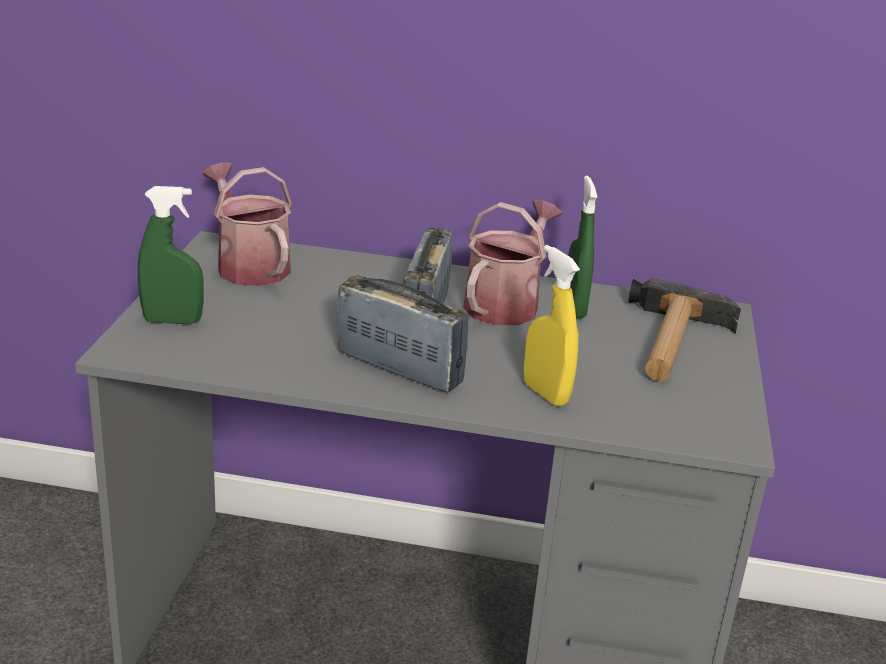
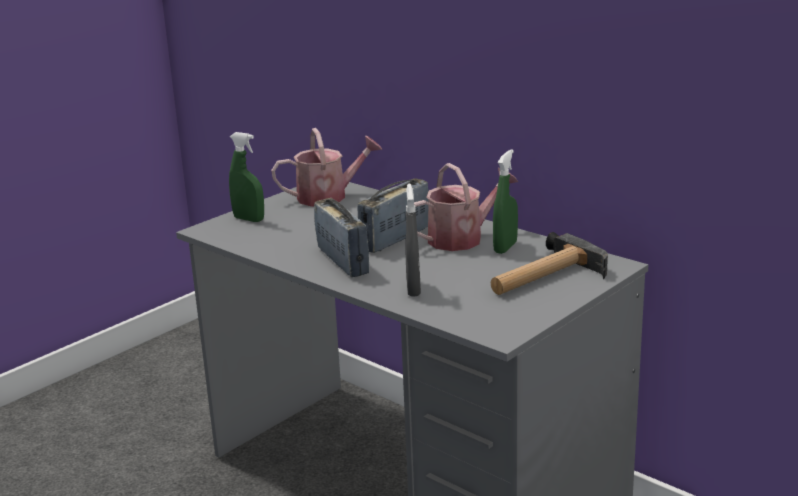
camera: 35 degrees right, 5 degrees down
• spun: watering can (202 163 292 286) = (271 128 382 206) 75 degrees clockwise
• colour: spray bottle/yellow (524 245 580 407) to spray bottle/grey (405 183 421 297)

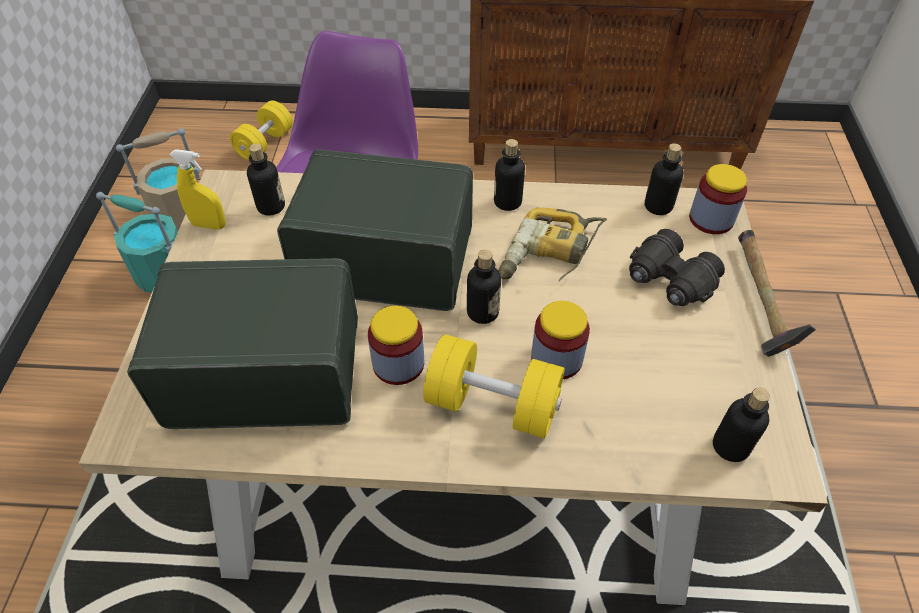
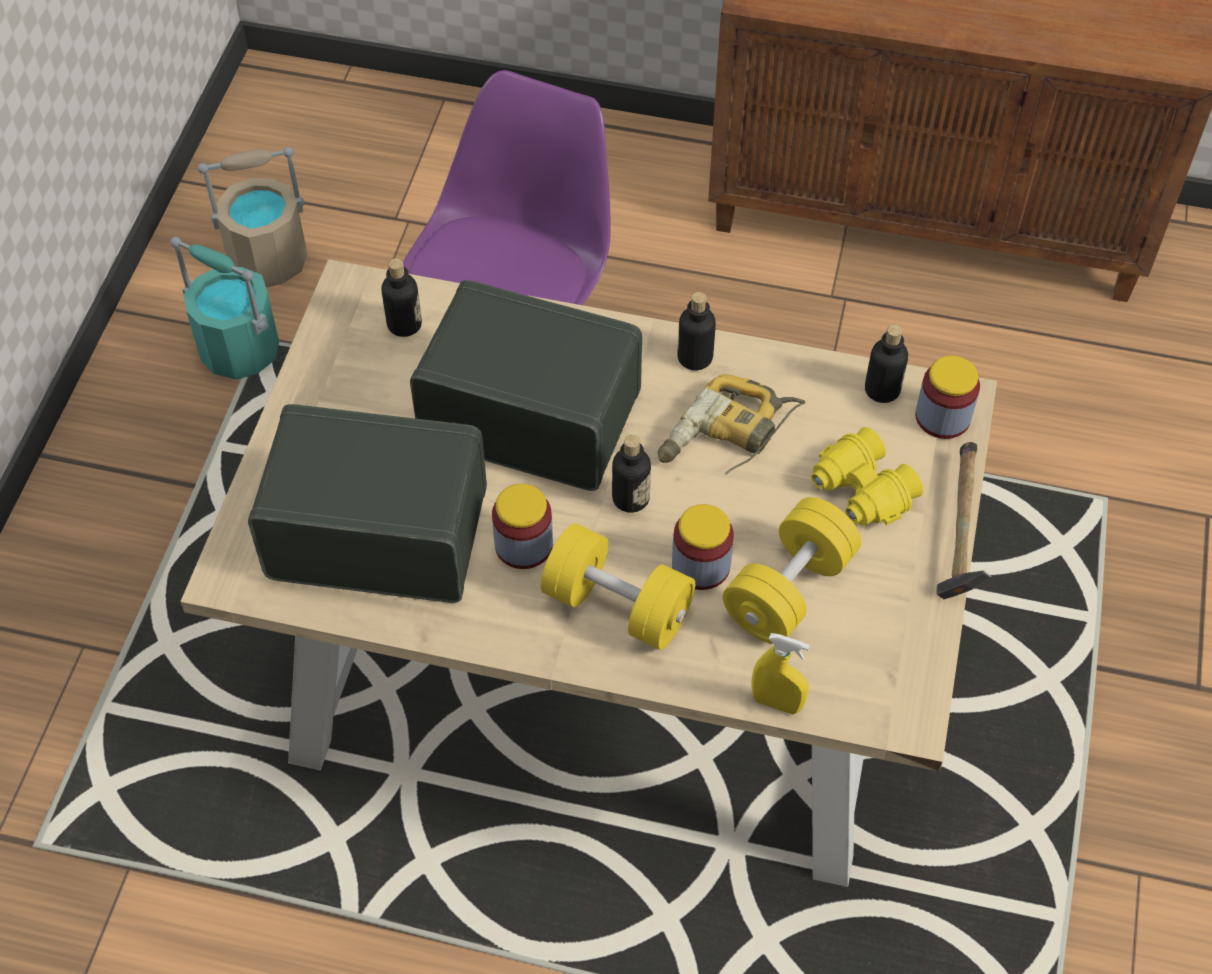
camera: 10 degrees right, 5 degrees up
• relocated: dumbbell/yellow (230 101 293 161) to (722 497 861 644)
• relocated: spray bottle/yellow (170 149 226 230) to (752 633 810 714)
• colour: binoculars/black (629 229 725 306) to binoculars/yellow (812 427 923 526)
• missing: bottle (713 387 770 462)

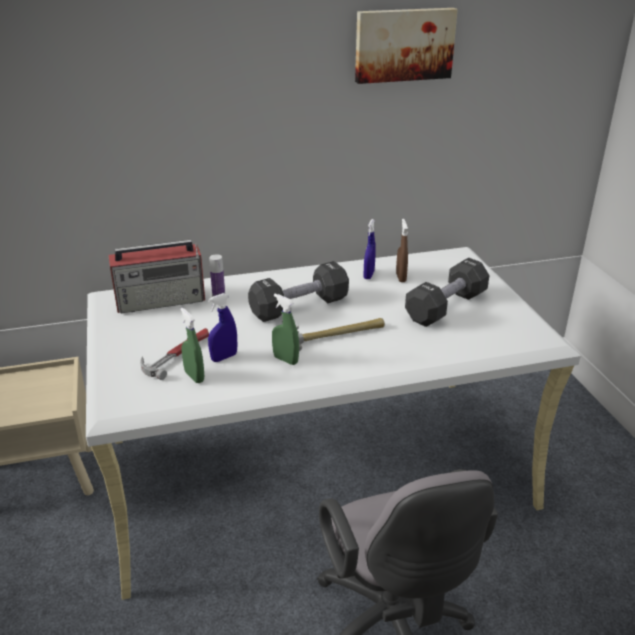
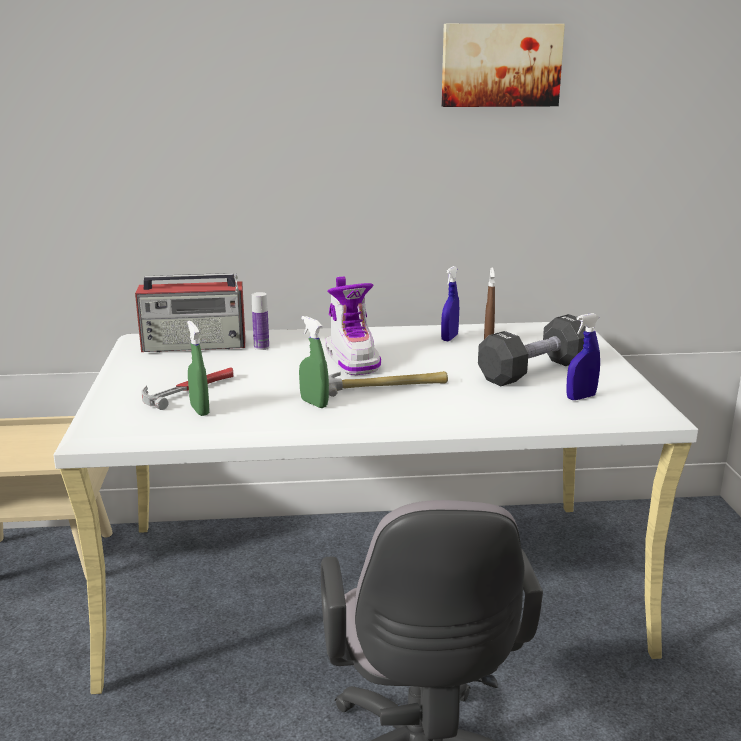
camera: 10 degrees right, 10 degrees down
• exchanged: dumbbell/black (248 261 349 322) to boot (325 276 381 375)
• relocated: spray bottle/blue (208 293 237 362) to (566 313 600 400)

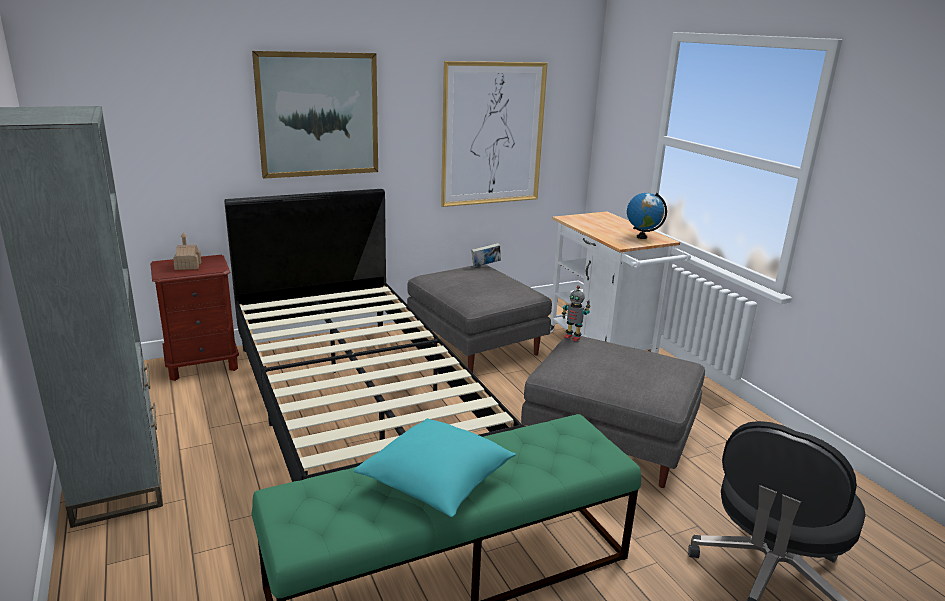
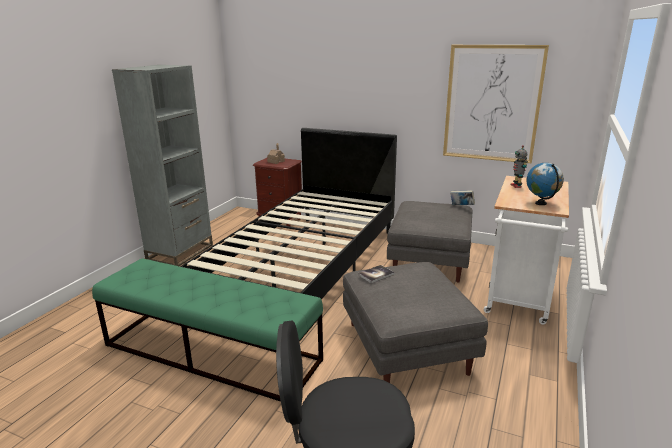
camera: 50 degrees right, 0 degrees up
• appeared: book (358 265 394 283)
• relocated: toy robot (562 286 591 341) to (511 145 528 188)
• missing: picture (252 51 378 179)
• missing: pillow/turquoise (353 418 516 517)

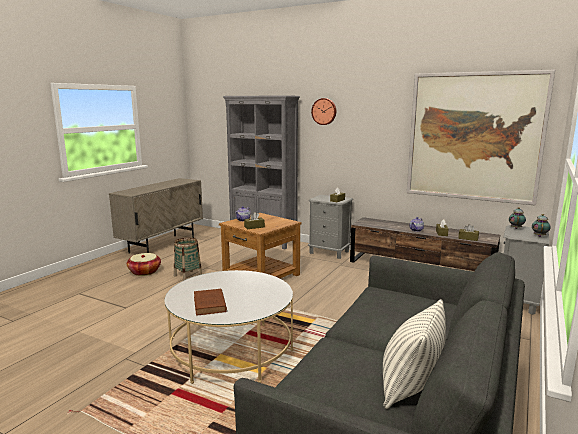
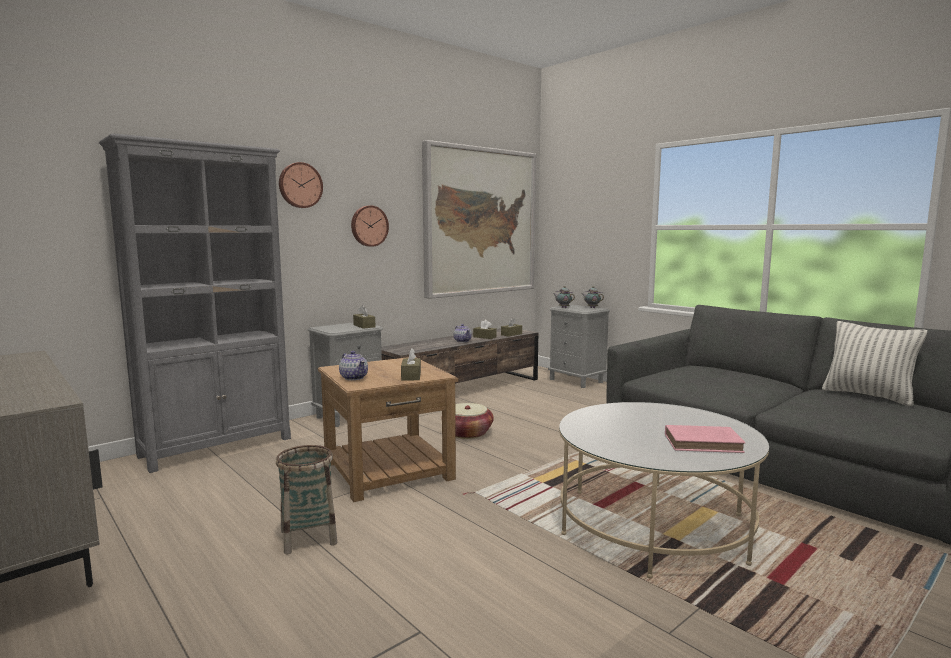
camera: 70 degrees left, 5 degrees down
• appeared: wall clock (351 205 389 247)
• relocated: basket (127 253 161 276) to (455 403 494 439)
• colour: book/brown (194 289 227 315) to book/pink (665 425 745 453)

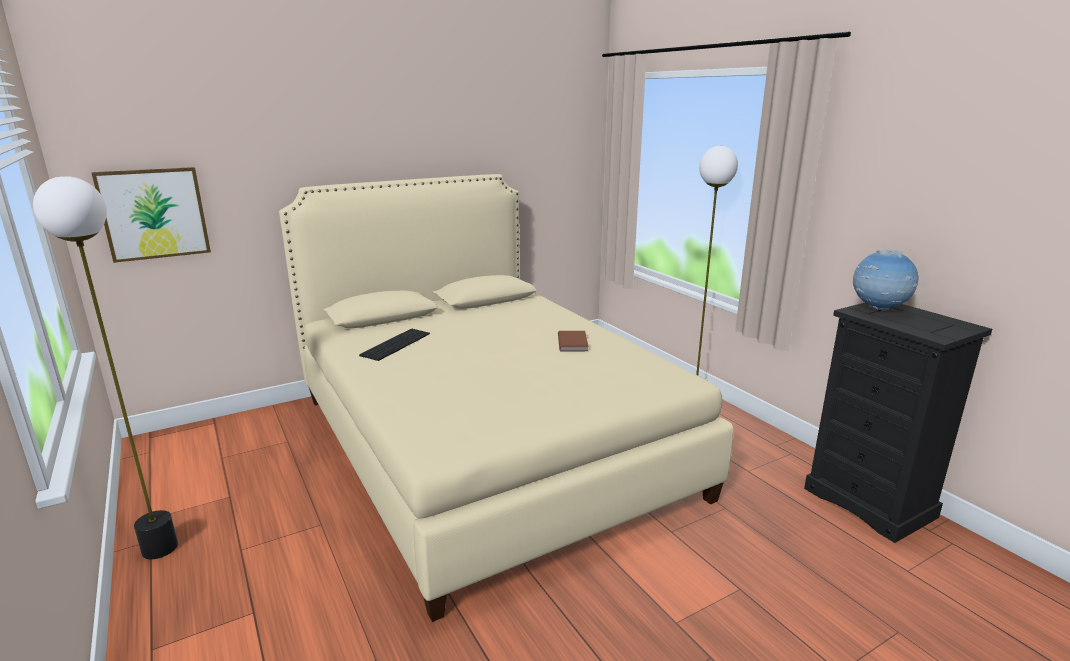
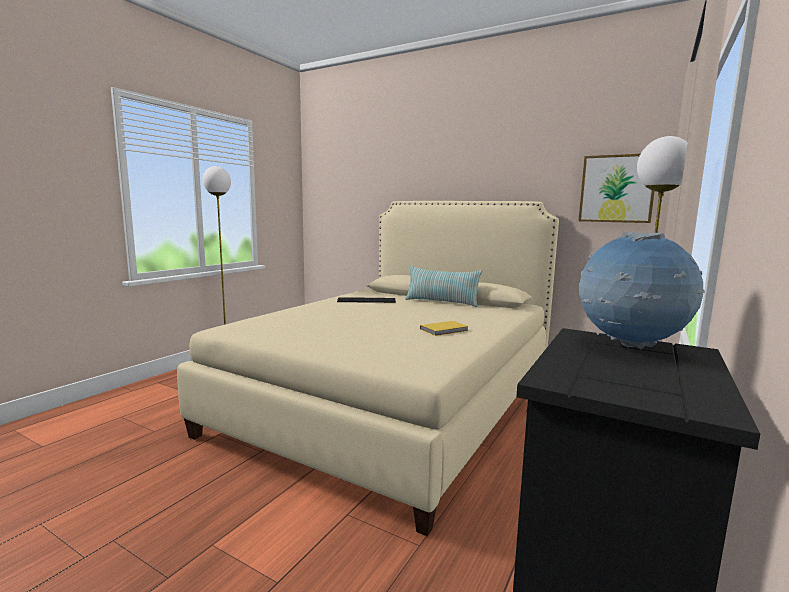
camera: 60 degrees right, 10 degrees down
• appeared: pillow (405 266 482 307)
• colour: book/brown (558 331 589 351) to book/yellow (420 321 469 336)
• relocated: picture (92 167 211 263) to (578 154 654 223)

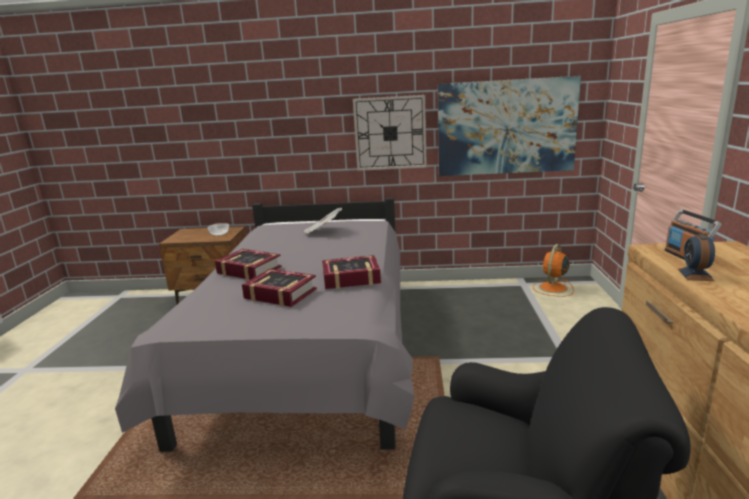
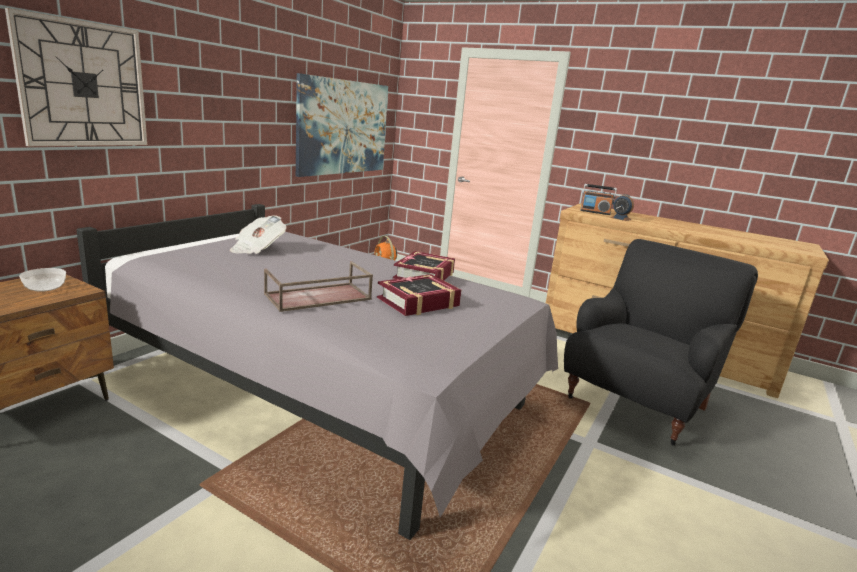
camera: 65 degrees left, 0 degrees up
• relocated: wall clock (353 95 427 171) to (5 8 147 146)
• exchanged: book (215 249 282 280) to tray/brown (264 261 373 312)

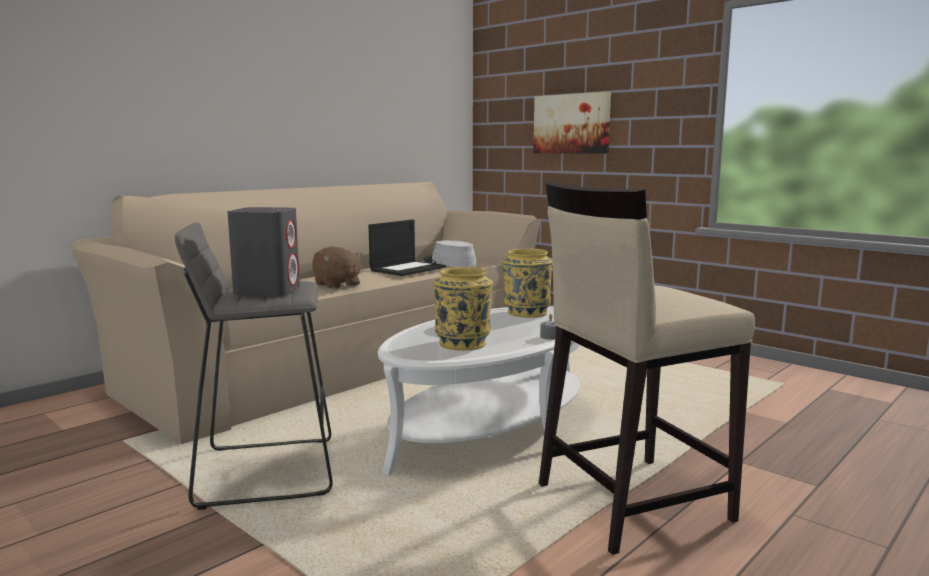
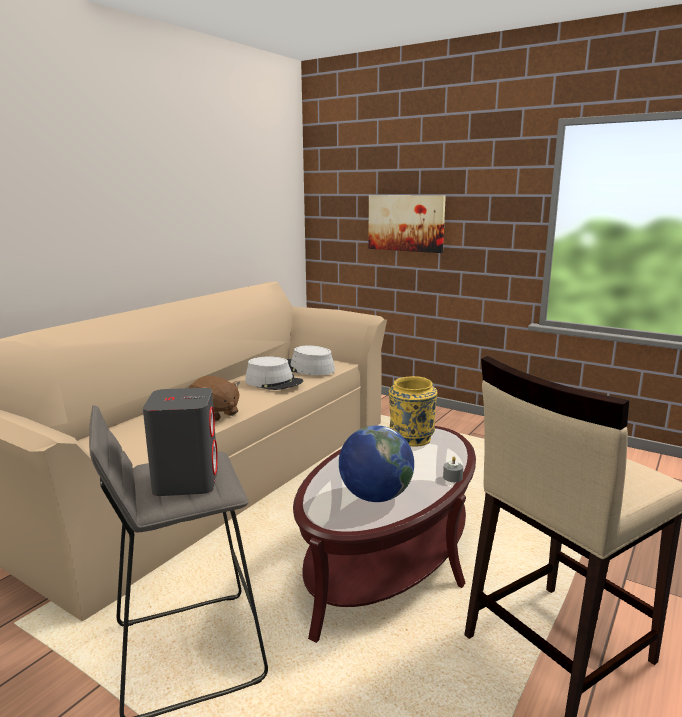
camera: 10 degrees left, 5 degrees up
• exchanged: laptop (369 220 446 276) to hat/grey (245 356 303 390)
• colour: coffee table/white (378 306 580 476) to coffee table/brown (293 426 476 643)
• exchanged: vase/yellow (433 267 493 351) to globe (339 425 414 502)

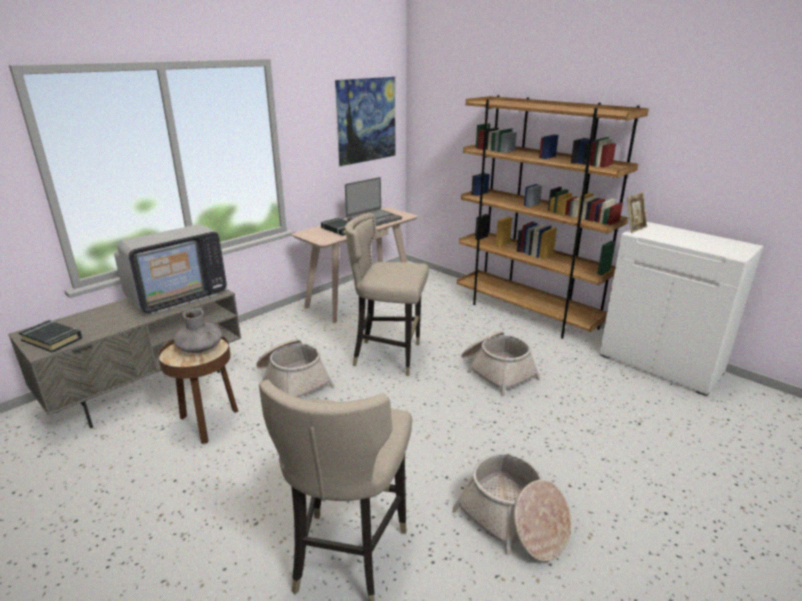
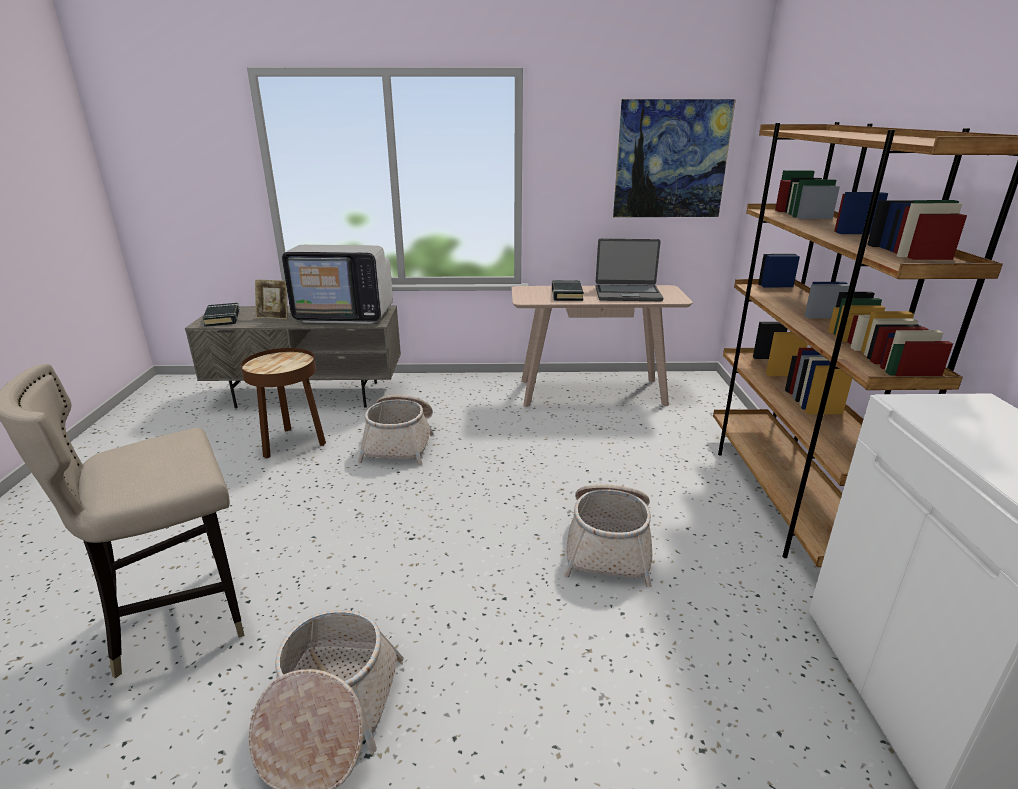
camera: 45 degrees right, 0 degrees up
• relocated: picture frame (627 192 647 233) to (255 279 288 319)
• missing: vase/grey (174 308 222 353)
• missing: stool/beige (345 213 429 376)

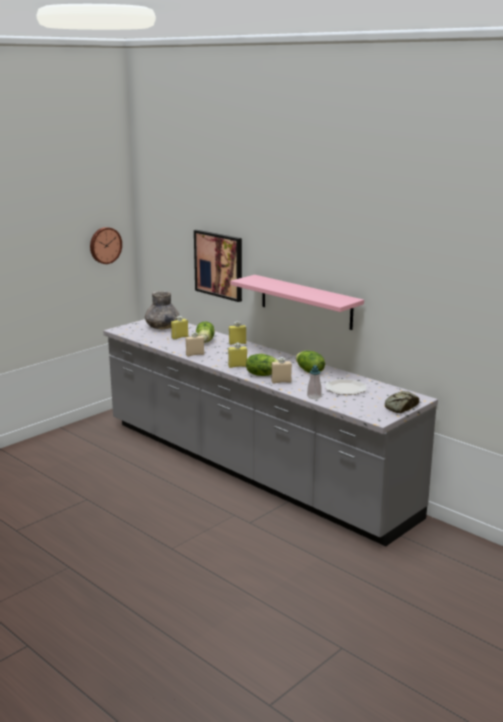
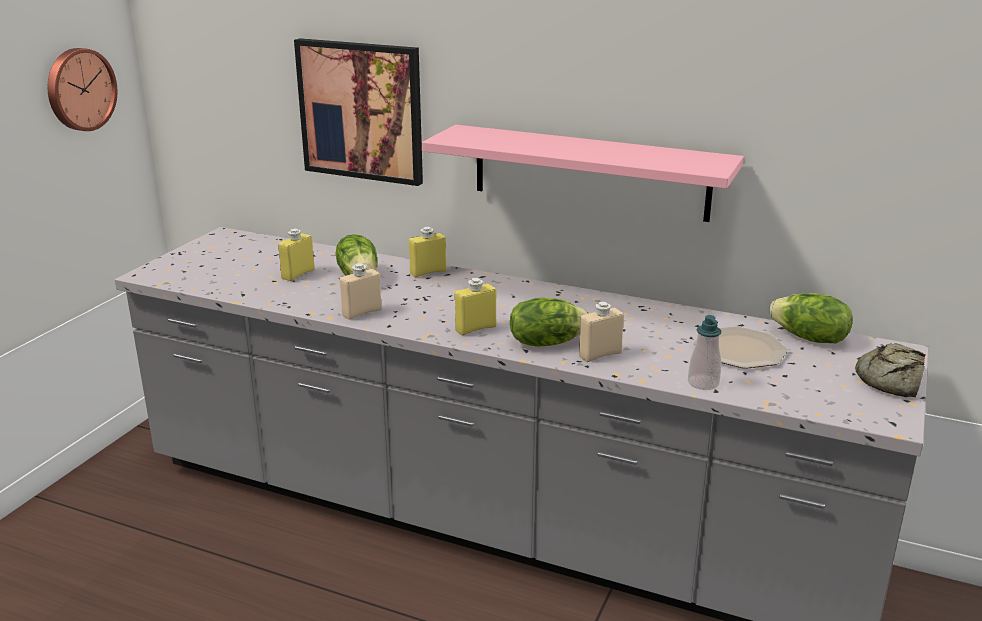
camera: 20 degrees left, 5 degrees up
• relocated: lettuce (296 350 325 373) to (769 293 853 343)
• missing: vase/grey (145 291 180 329)

